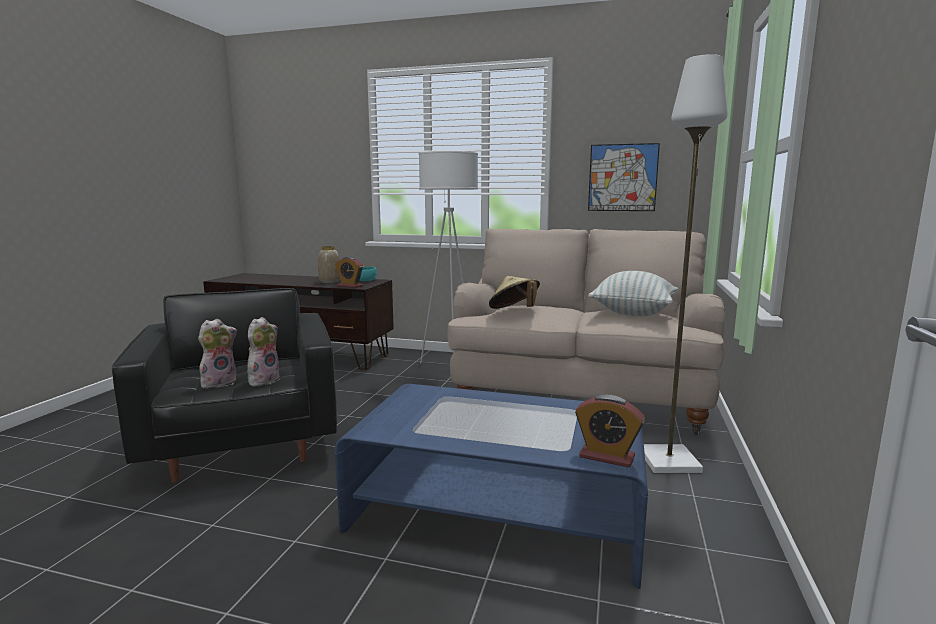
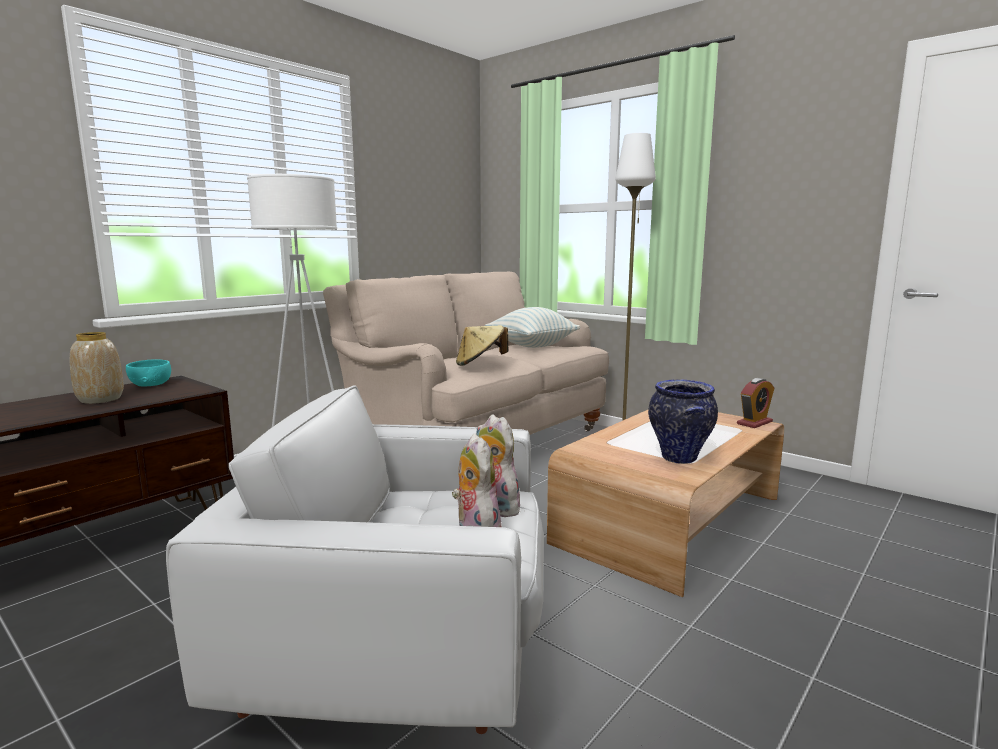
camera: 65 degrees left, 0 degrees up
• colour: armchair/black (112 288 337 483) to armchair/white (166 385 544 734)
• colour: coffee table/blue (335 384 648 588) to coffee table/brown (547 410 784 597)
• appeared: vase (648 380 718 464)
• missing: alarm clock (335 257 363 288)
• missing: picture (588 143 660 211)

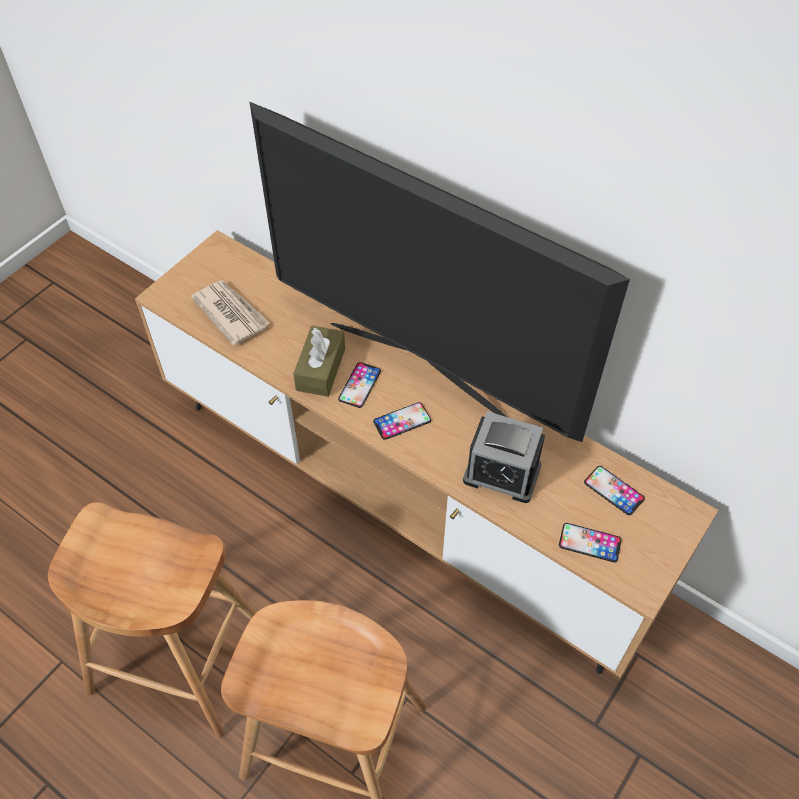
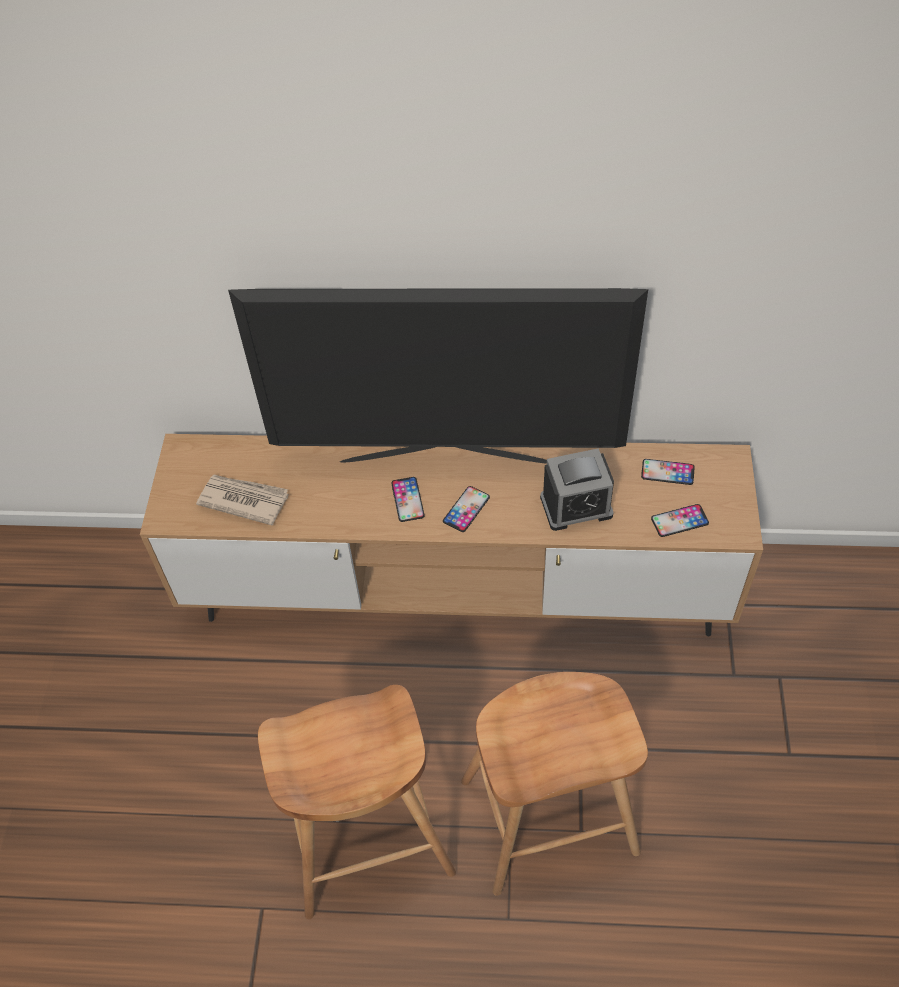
camera: 30 degrees left, 0 degrees up
• missing: tissue box/brown (293 325 345 397)

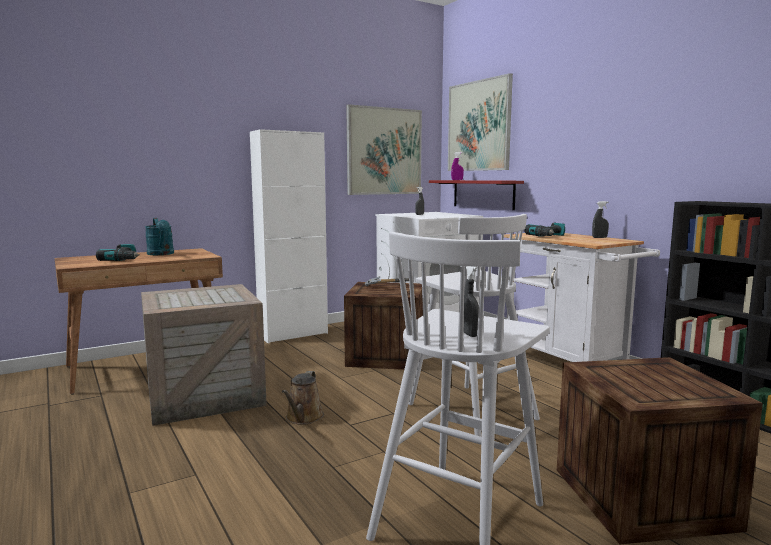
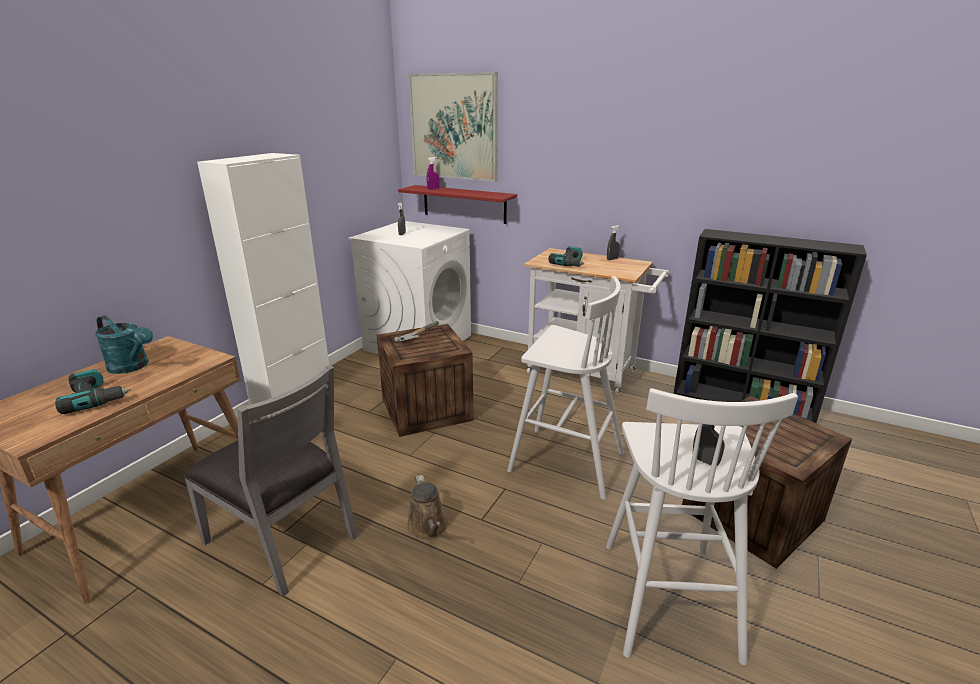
camera: 30 degrees left, 15 degrees up
• exchanged: crate (141 284 267 426) to chair/grey (183 365 358 597)
• missing: picture (346 104 422 195)

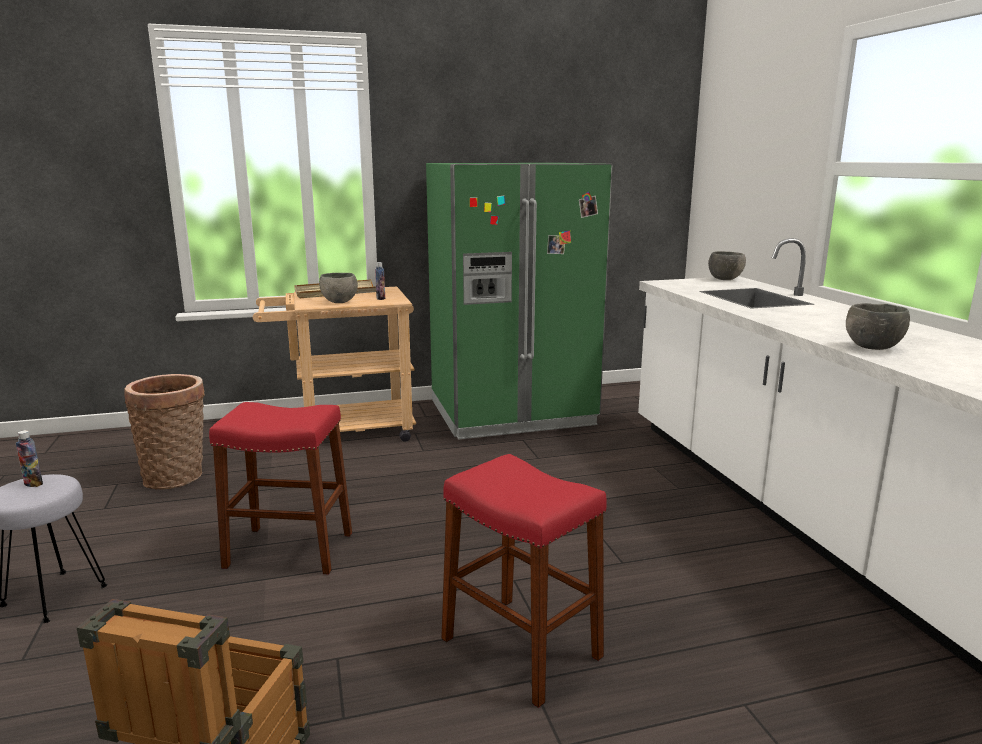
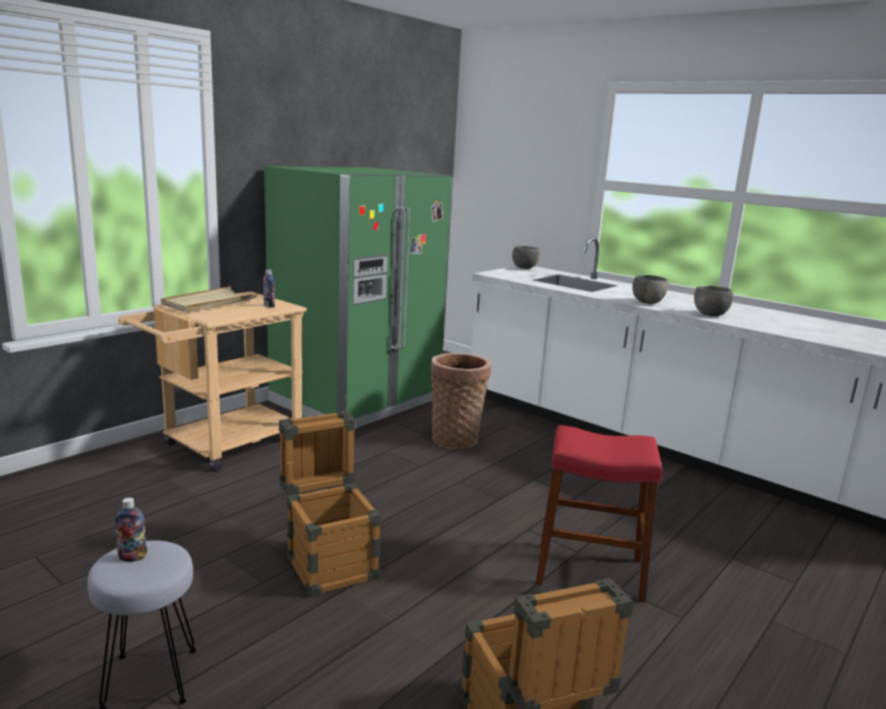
camera: 35 degrees left, 0 degrees up
• exchanged: stool/red (209 402 352 575) to crate (279 411 381 597)
• relocated: basket (124 374 205 490) to (431 353 491 450)
• relocated: bowl/grey (319 273 358 303) to (632 275 668 304)

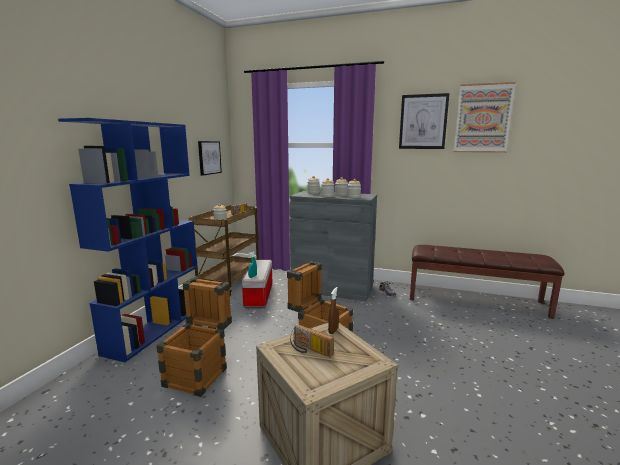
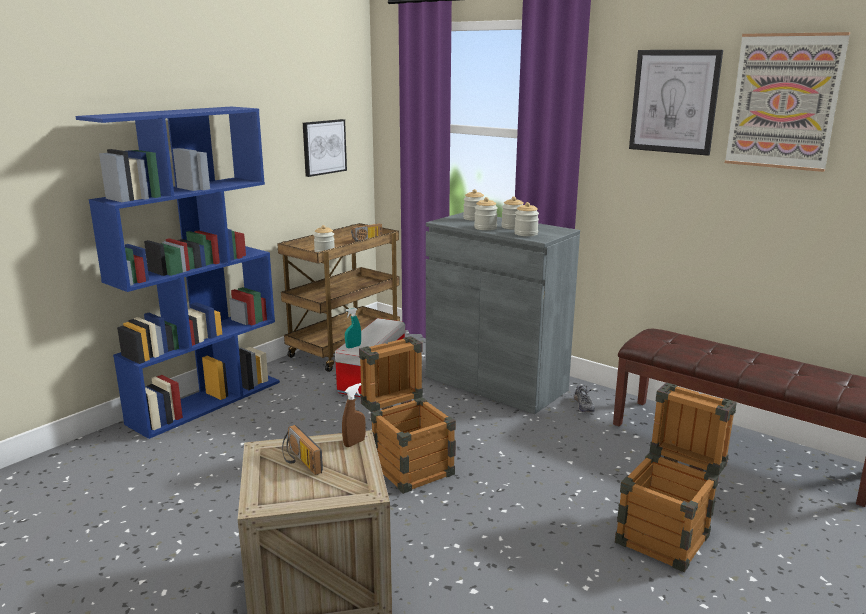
camera: 20 degrees right, 5 degrees up
• relocated: crate (156 278 232 397) to (615 382 737 572)

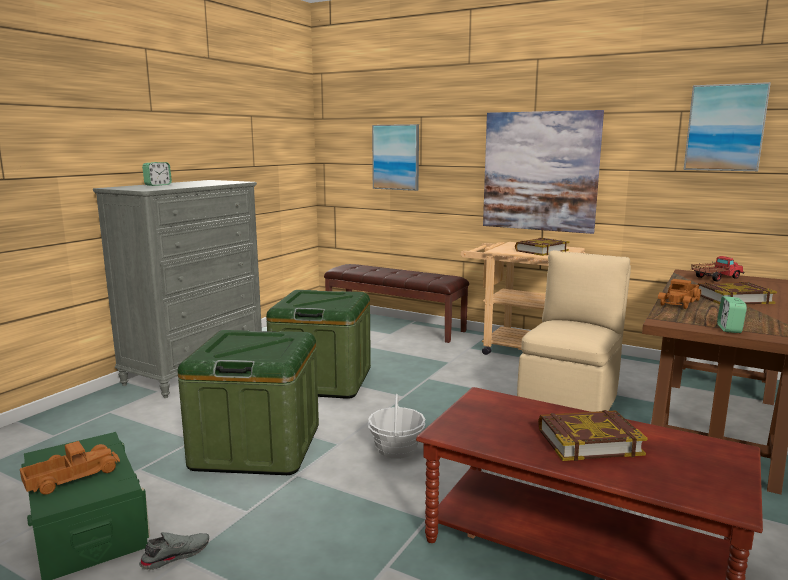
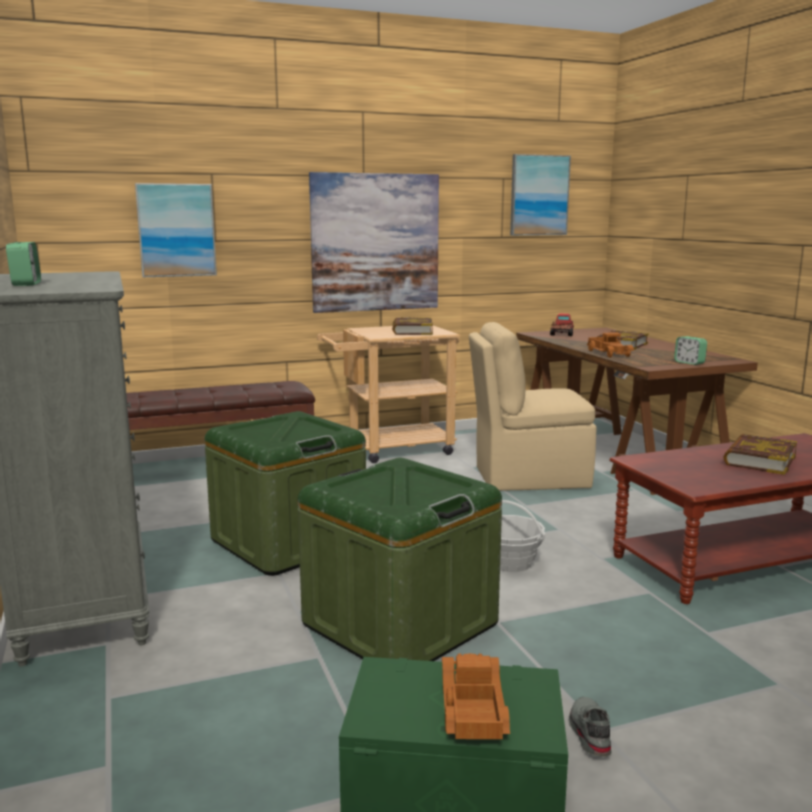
camera: 50 degrees left, 0 degrees up
• spun: chair/beige (517 250 631 412) = (469 322 596 491) 75 degrees counterclockwise

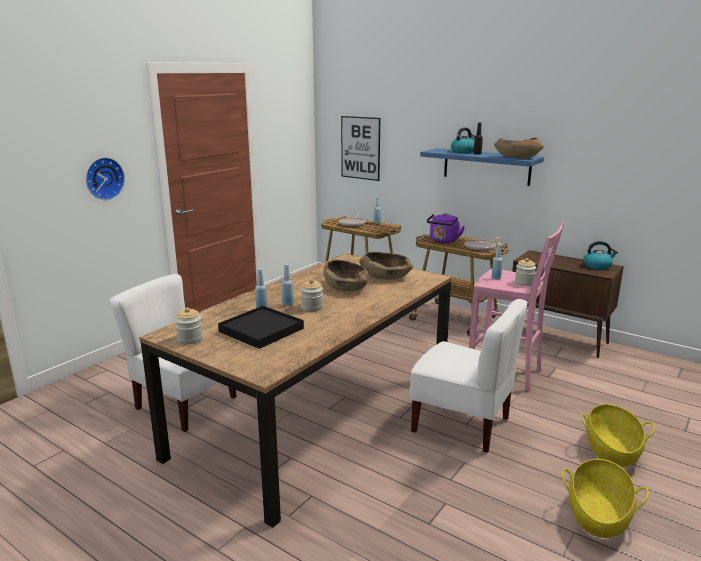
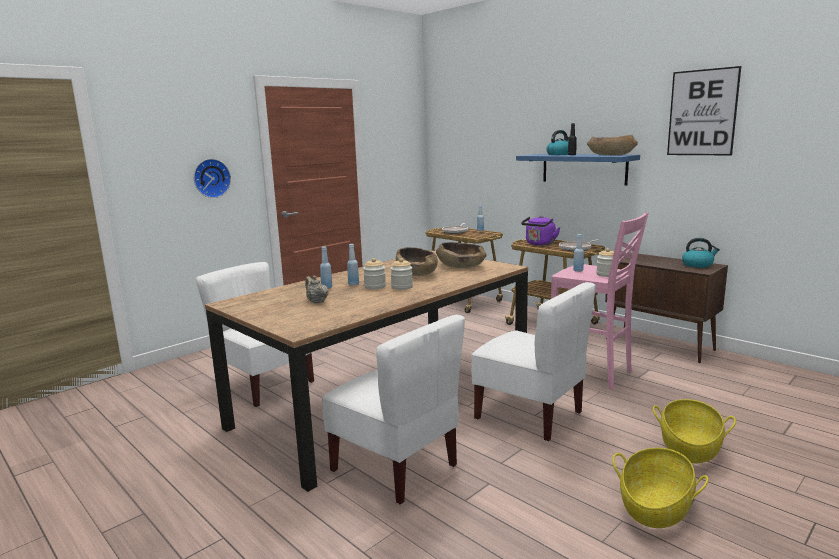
camera: 10 degrees right, 5 degrees down
• exchanged: tray/black (218 306 304 349) to teapot/beige (305 276 329 304)
• appeared: chair/white (322 315 465 505)
• relocated: jar (175 307 203 344) to (390 258 413 290)
• relocated: picture (341 116 380 181) to (667 66 741 155)

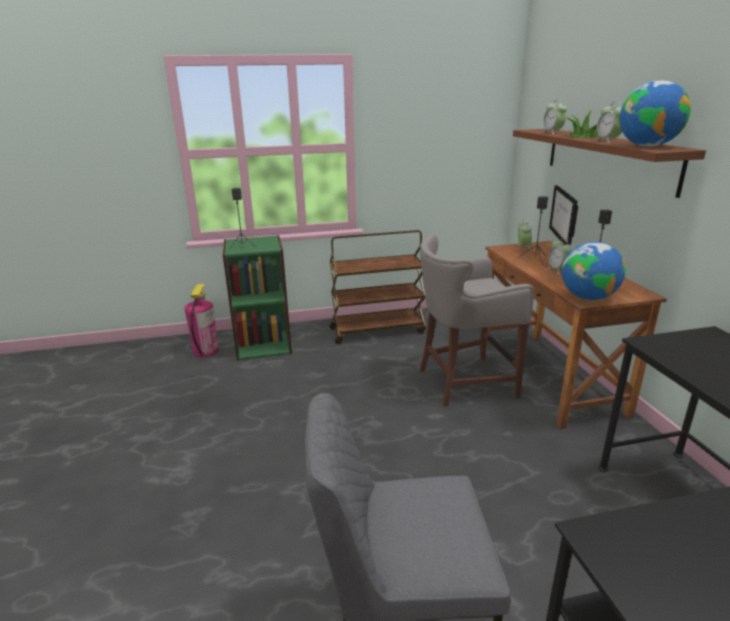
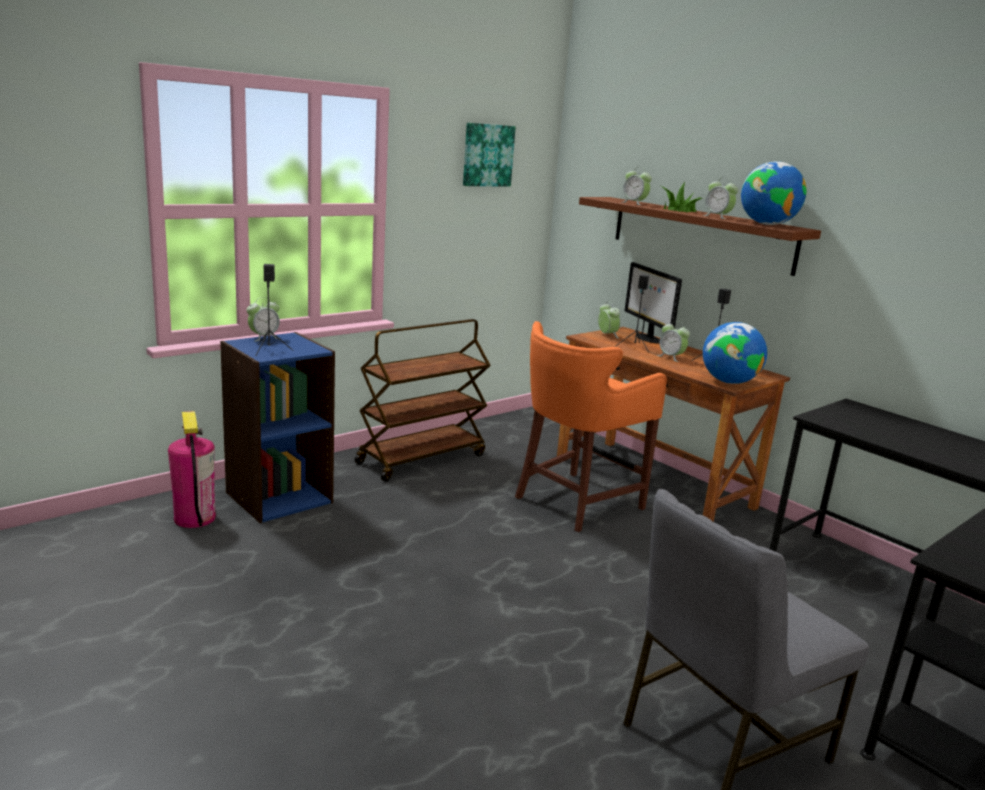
camera: 30 degrees left, 5 degrees down
• colour: bookcase/green (223 235 292 361) to bookcase/blue (220 332 335 523)
• appeared: alarm clock (247 297 280 341)
• appeared: picture (463 123 516 187)
• colour: stool/grey (419 234 534 407) to stool/orange (515 321 667 532)

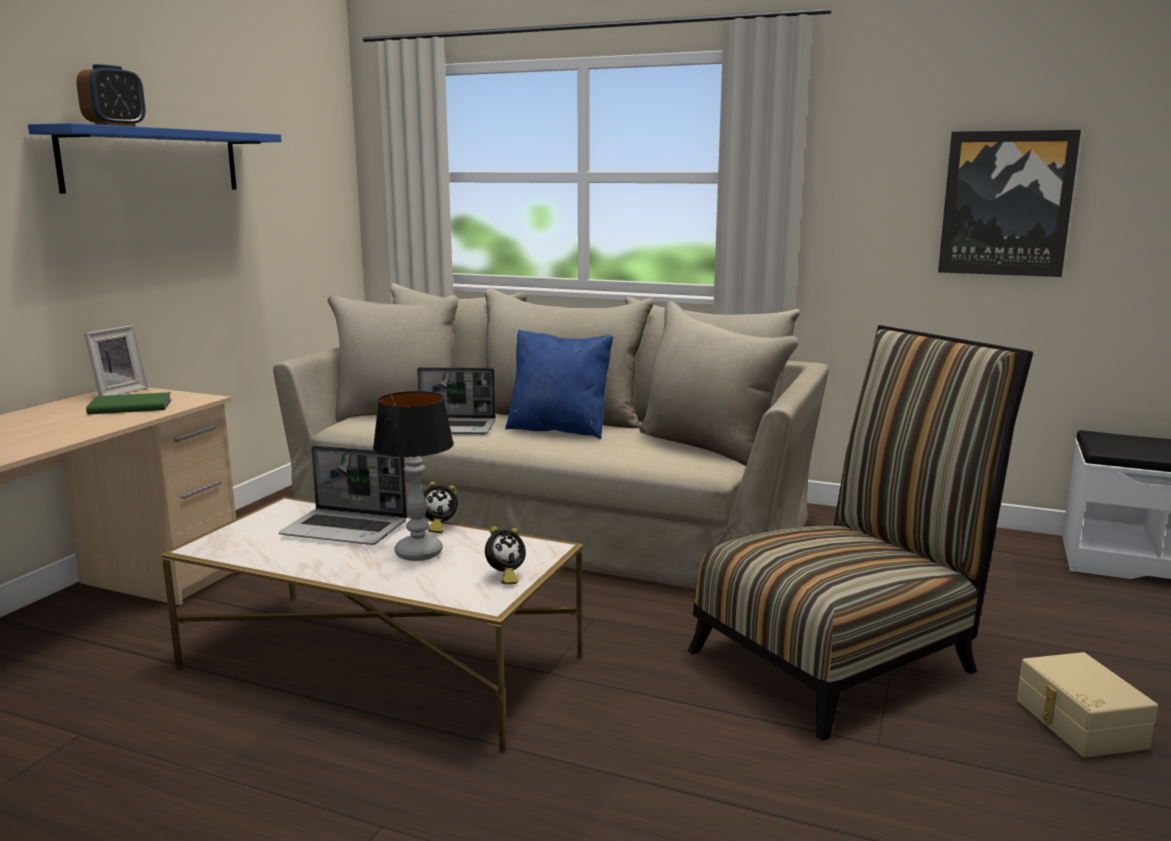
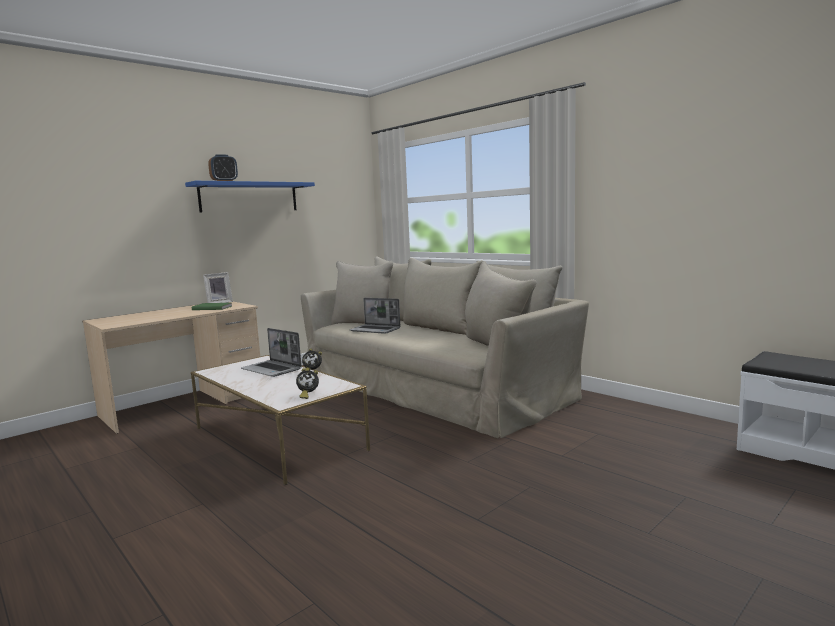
camera: 25 degrees right, 5 degrees down
• missing: table lamp (373 391 454 561)
• missing: pillow/blue (506 329 613 439)
• missing: chair (688 325 1033 741)
• missing: picture (938 130 1081 277)
• missing: storage box/beige (1017 652 1158 757)

